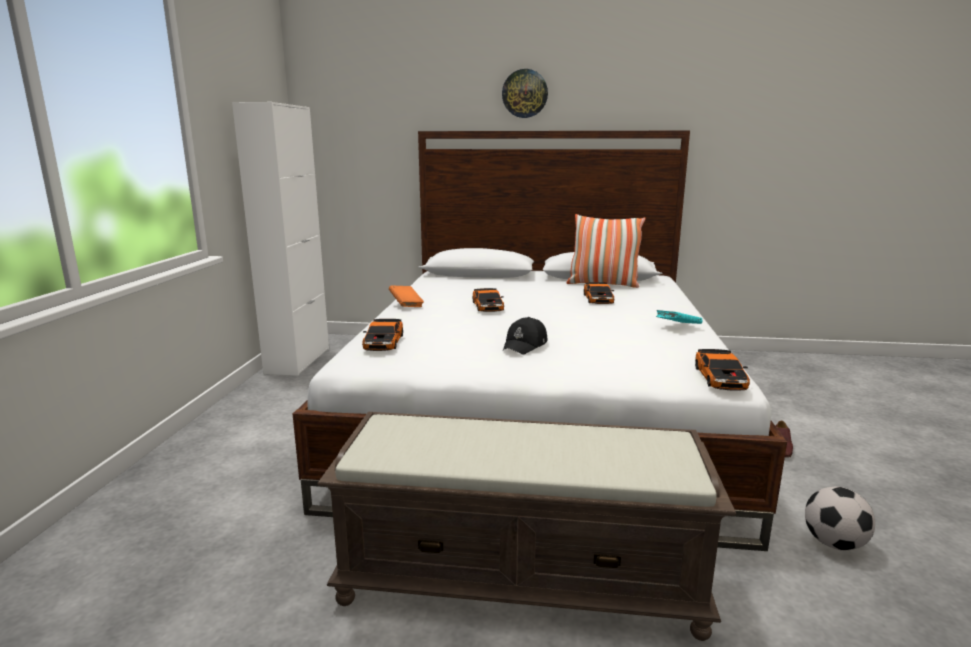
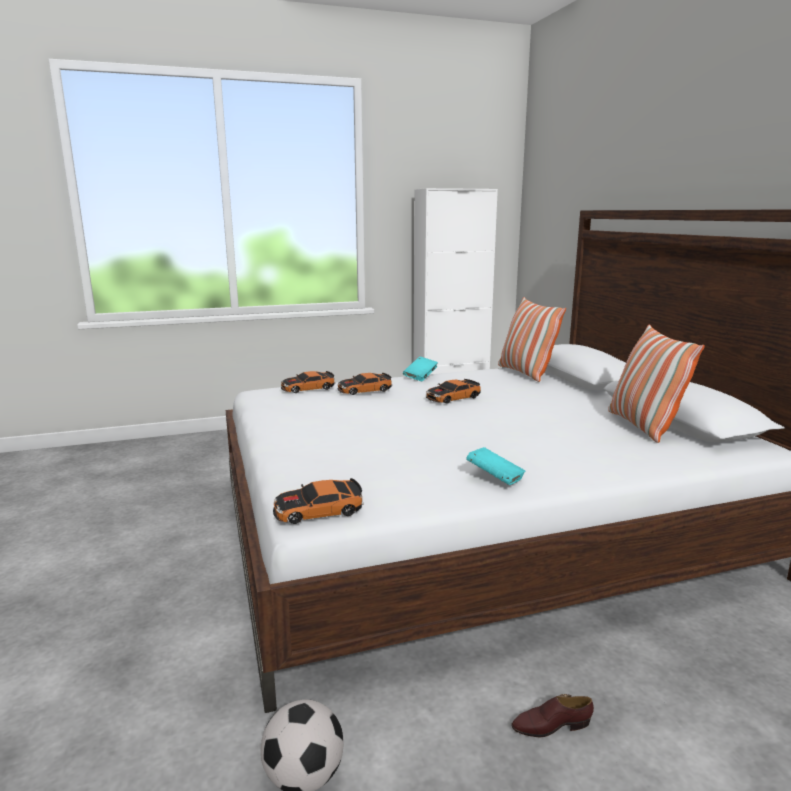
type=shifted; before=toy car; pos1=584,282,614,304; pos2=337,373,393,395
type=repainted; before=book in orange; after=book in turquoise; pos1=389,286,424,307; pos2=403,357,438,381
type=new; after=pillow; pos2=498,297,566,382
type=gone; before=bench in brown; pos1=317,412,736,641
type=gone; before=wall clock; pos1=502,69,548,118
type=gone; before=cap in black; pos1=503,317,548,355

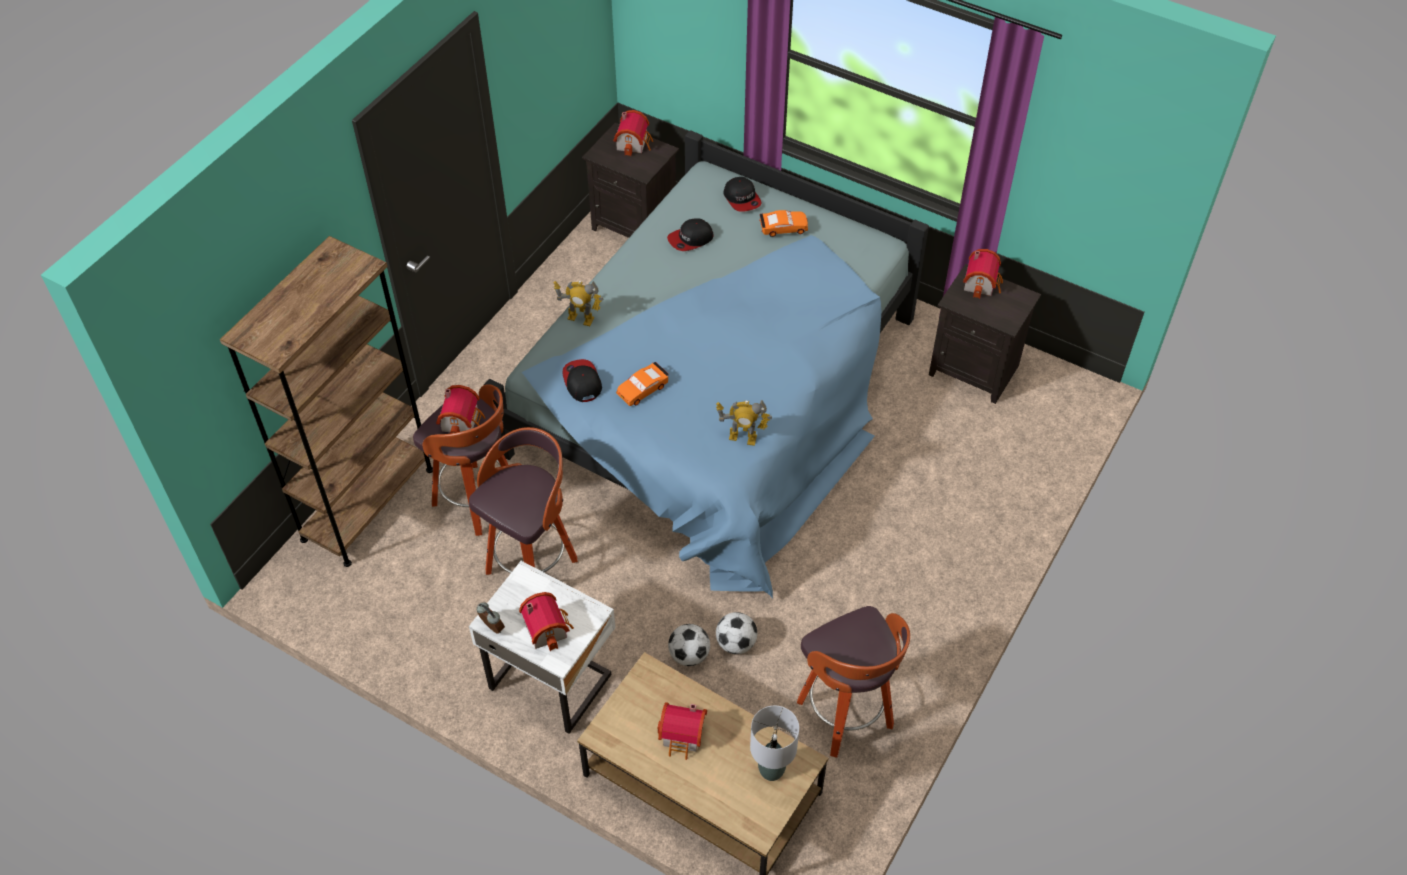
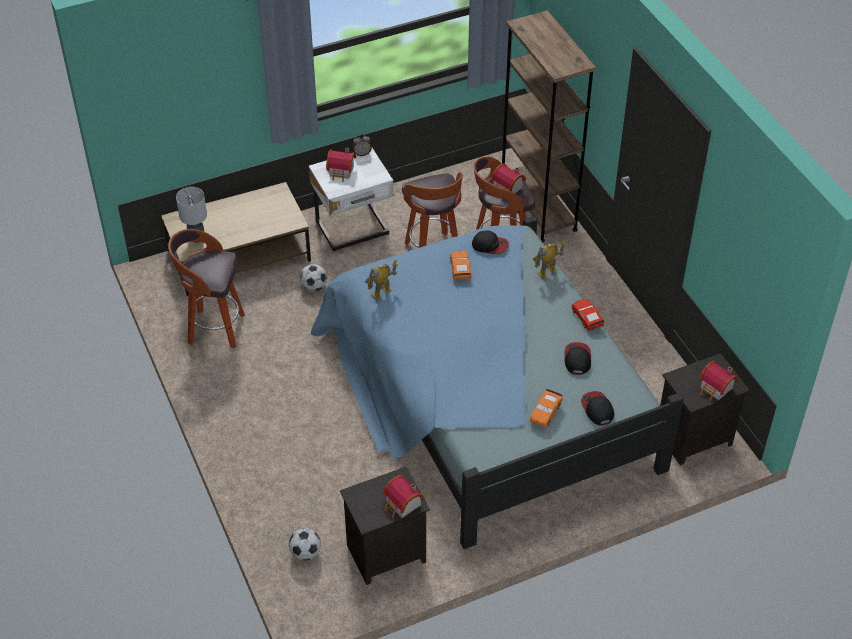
type=shifted; before=football; pos1=716,612,757,654; pos2=289,528,321,561
type=new; after=toy car in red; pos2=572,299,604,330
type=rotated; before=cap; pos1=723,177,762,212; pos2=581,391,614,425; turn=60
type=gone; before=toy house; pos1=658,702,707,760

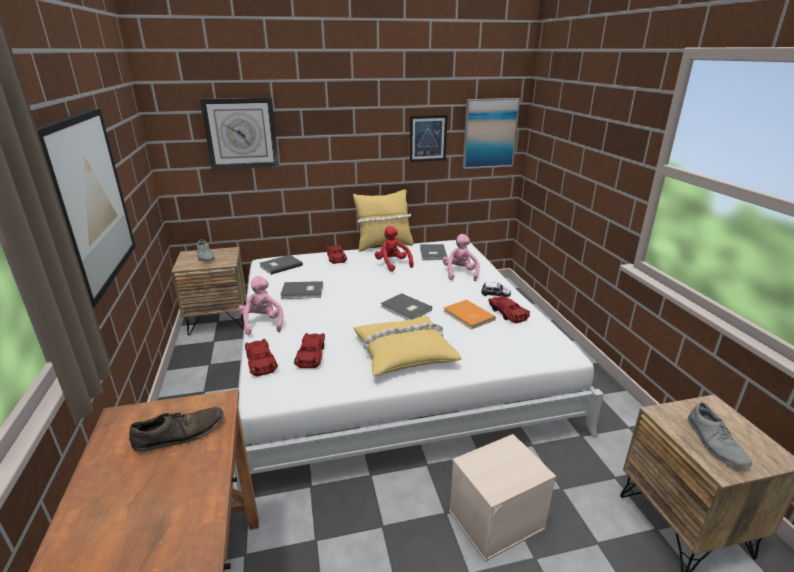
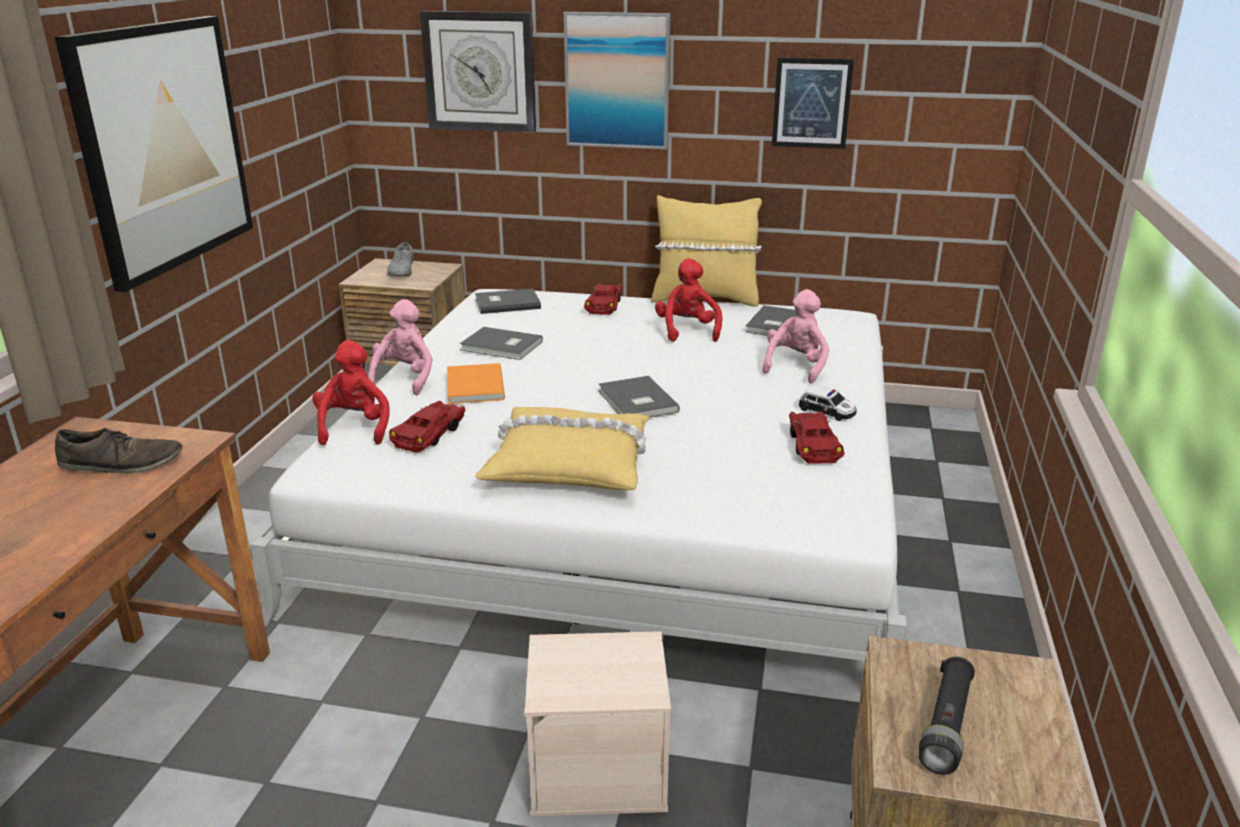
type=swapped; before=toy car in red; after=plush toy in red; pos1=245,339,278,377; pos2=312,340,389,445
type=shifted; before=book in orange; pos1=443,300,496,330; pos2=447,363,505,404
type=shifted; before=picture; pos1=463,98,520,169; pos2=564,12,671,149
type=swapped; before=shoe in grey; after=flashlight in black; pos1=688,402,752,467; pos2=919,657,975,775

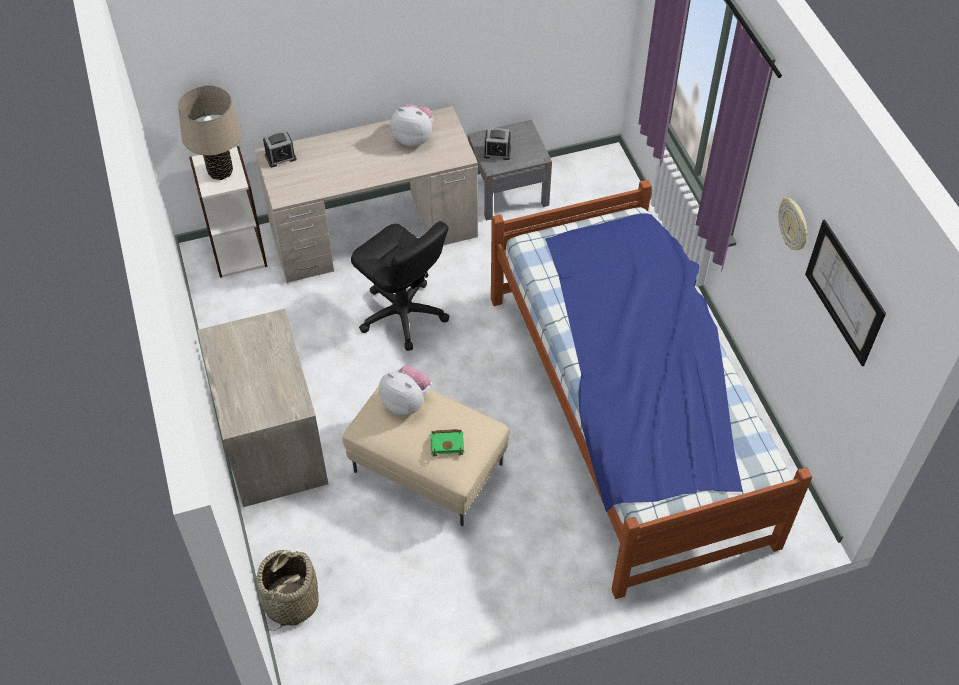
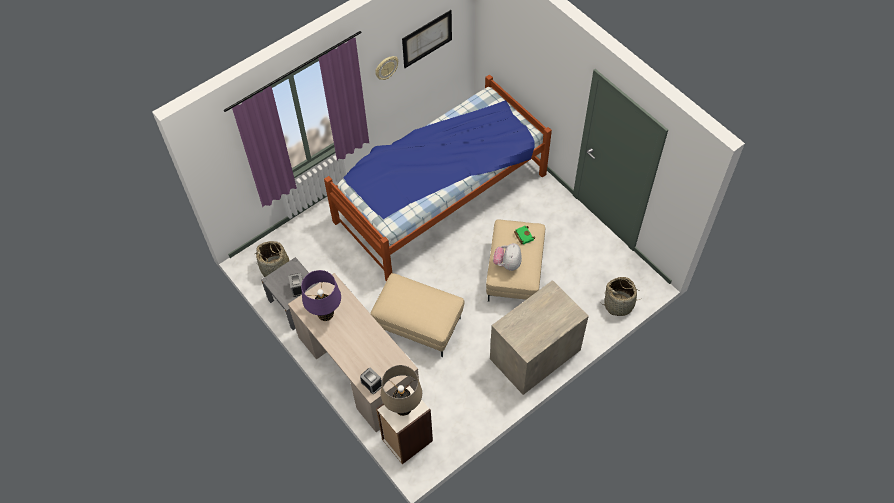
type=new; after=basket; pos2=255,241,291,277
type=swapped; before=plush toy; after=table lamp in purple; pos1=390,104,433,146; pos2=301,270,341,321
type=swapped; before=office chair in black; after=ottoman in beige; pos1=351,221,449,351; pos2=370,273,465,357

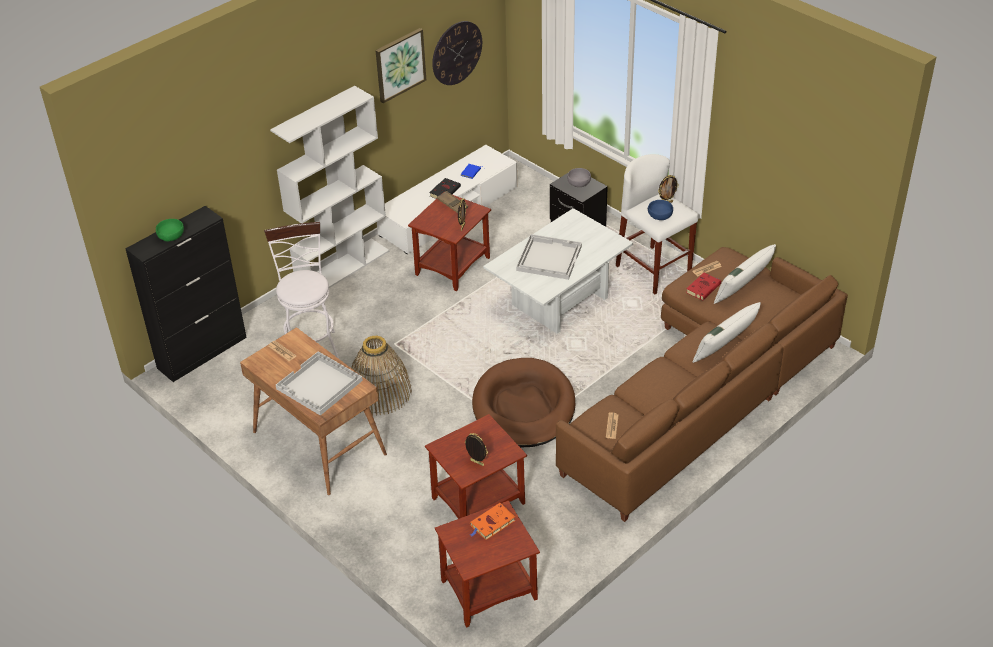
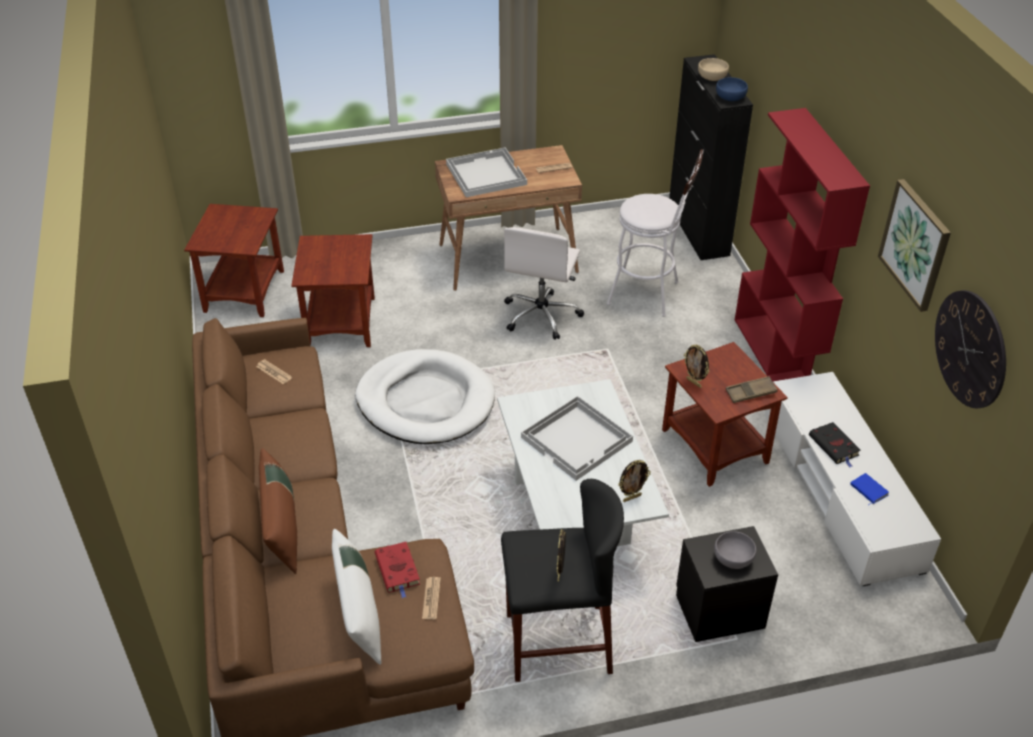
type=repainted; before=pillow in white; after=pillow in brown; pos1=692,302,761,363; pos2=259,448,297,574
type=repainted; before=dog bed in brown; after=dog bed in white; pos1=472,358,575,448; pos2=355,349,495,444
type=repainted; before=stool in white; after=stool in black; pos1=616,154,698,294; pos2=501,479,624,682
type=swapped; before=basket; after=office chair in white; pos1=351,336,412,415; pos2=504,227,584,340
type=shifted; before=picture frame; pos1=465,433,488,466; pos2=619,460,651,502
type=repainted; before=bowl in green; after=bowl in beige; pos1=156,219,184,242; pos2=698,58,729,81
type=shifted; before=bowl in blue; pos1=648,200,673,220; pos2=716,77,748,101
type=repainted; before=bookcase in white; after=bookcase in red; pos1=270,86,389,288; pos2=735,108,870,382
type=gone; before=book in orange; pos1=470,503,515,540

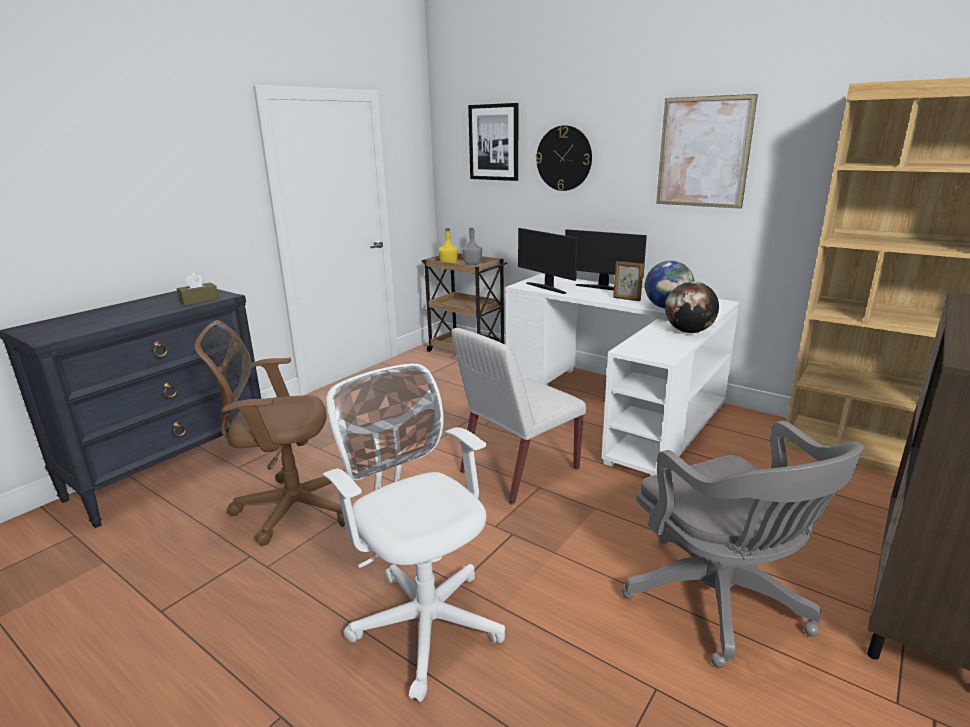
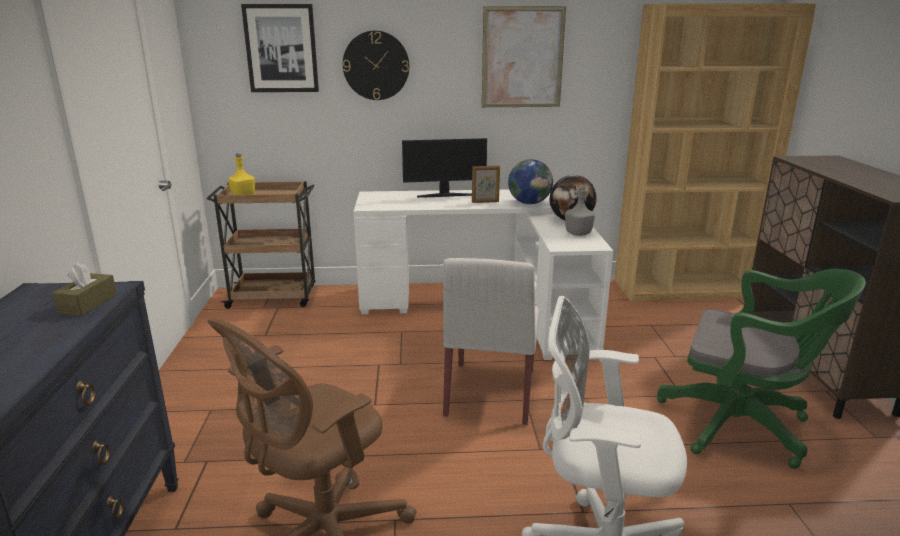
type=shifted; before=bottle in grey; pos1=462,228,482,265; pos2=565,185,595,236
type=repainted; before=office chair in grey; after=office chair in green; pos1=622,420,863,668; pos2=657,269,866,469
type=gone; before=monitor; pos1=518,228,578,294

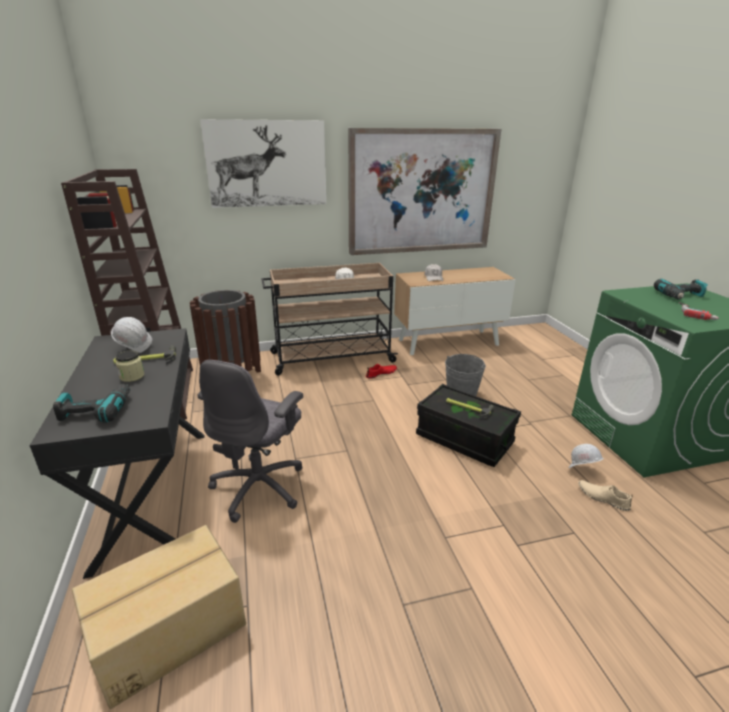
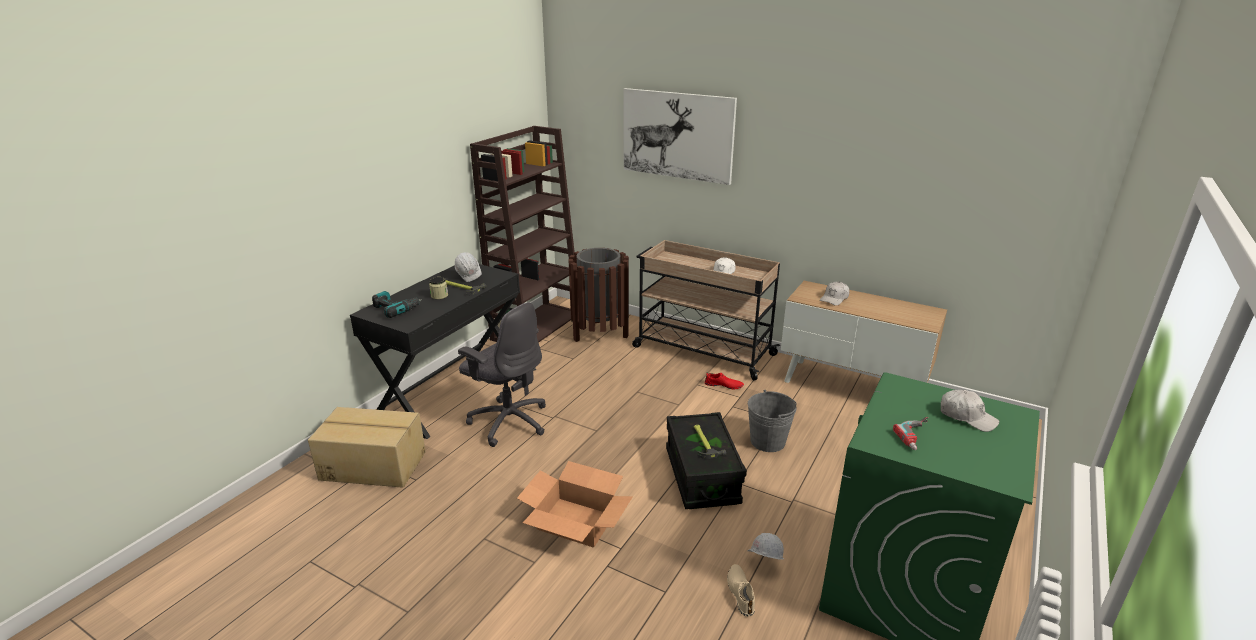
type=rotated; before=office chair in grey; pos1=197,360,303,523; pos2=458,302,546,447; turn=-120
type=new; after=cardboard box; pos2=517,461,633,548
type=swapped; before=power drill; after=cap in white; pos1=654,279,708,299; pos2=941,390,1000,432
type=gone; before=picture; pos1=348,128,501,255

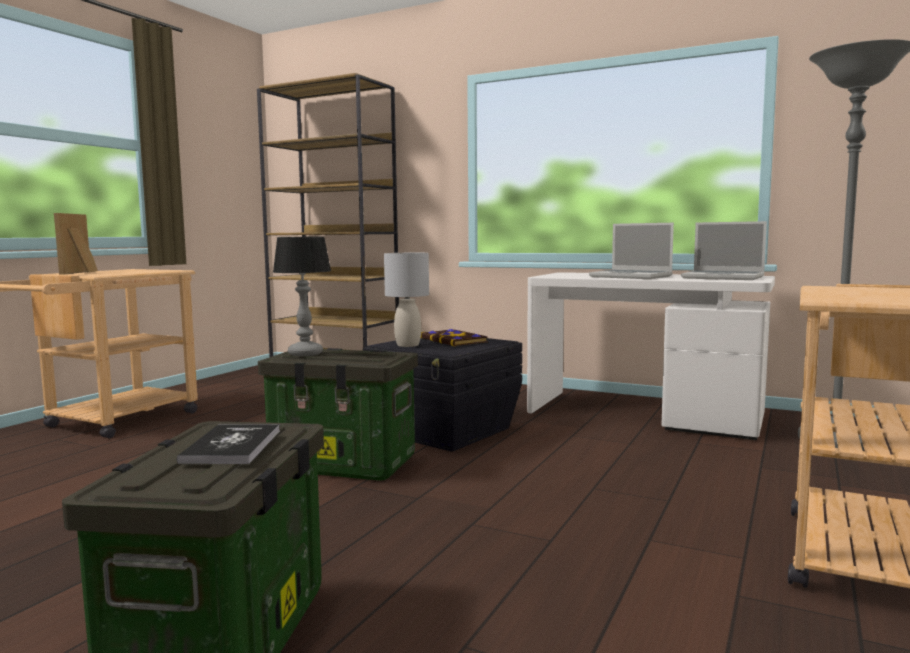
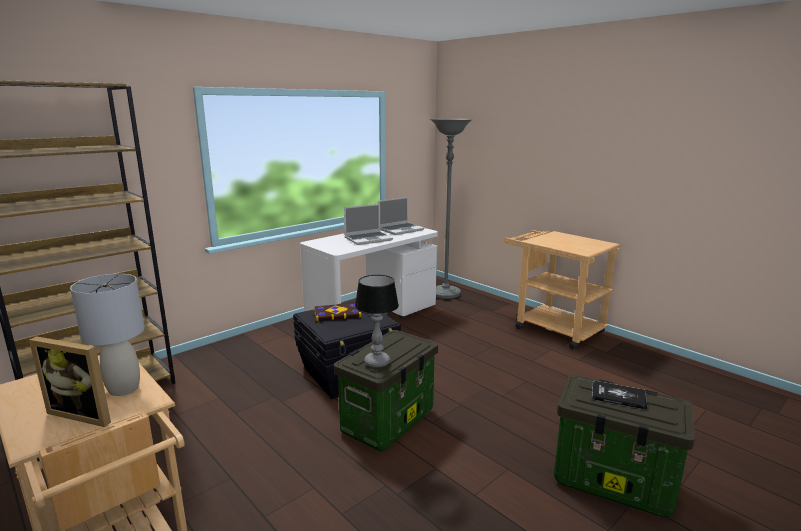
type=shifted; before=table lamp in grey; pos1=384,253,429,347; pos2=70,274,145,396

